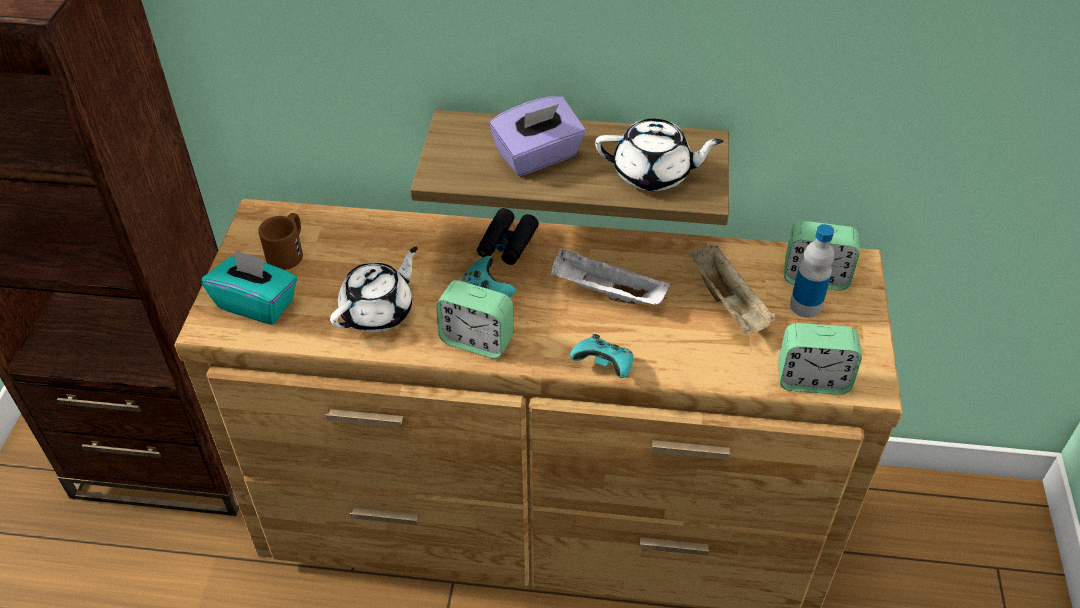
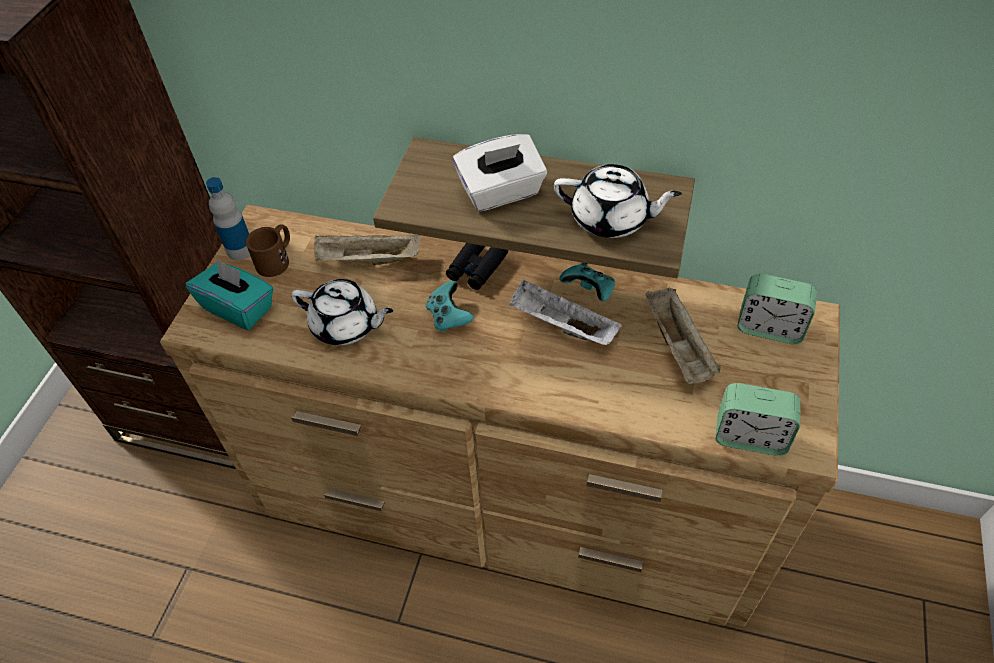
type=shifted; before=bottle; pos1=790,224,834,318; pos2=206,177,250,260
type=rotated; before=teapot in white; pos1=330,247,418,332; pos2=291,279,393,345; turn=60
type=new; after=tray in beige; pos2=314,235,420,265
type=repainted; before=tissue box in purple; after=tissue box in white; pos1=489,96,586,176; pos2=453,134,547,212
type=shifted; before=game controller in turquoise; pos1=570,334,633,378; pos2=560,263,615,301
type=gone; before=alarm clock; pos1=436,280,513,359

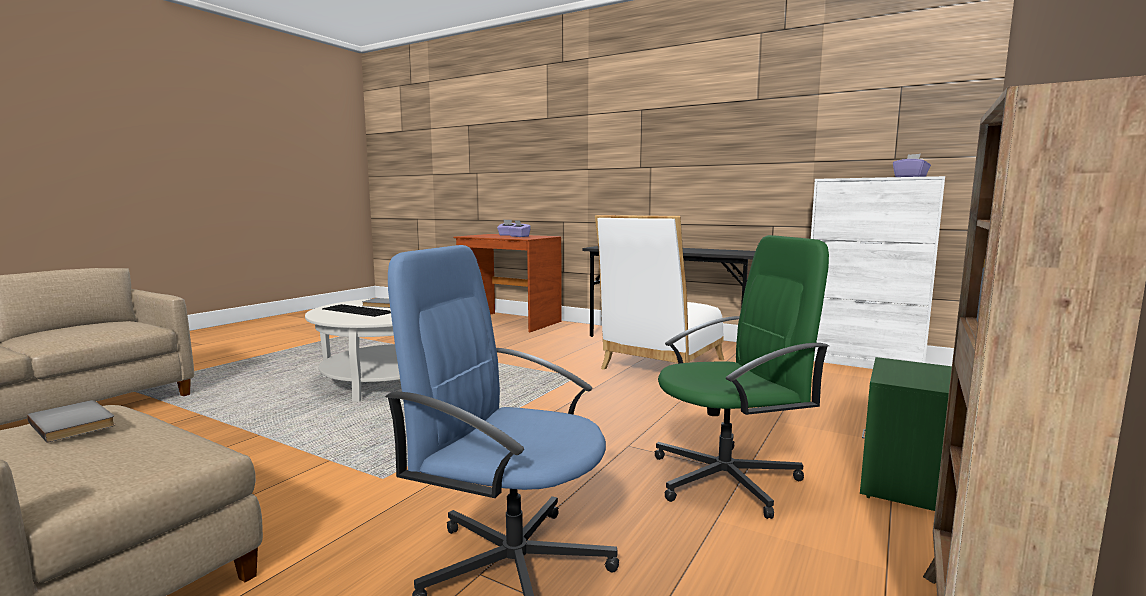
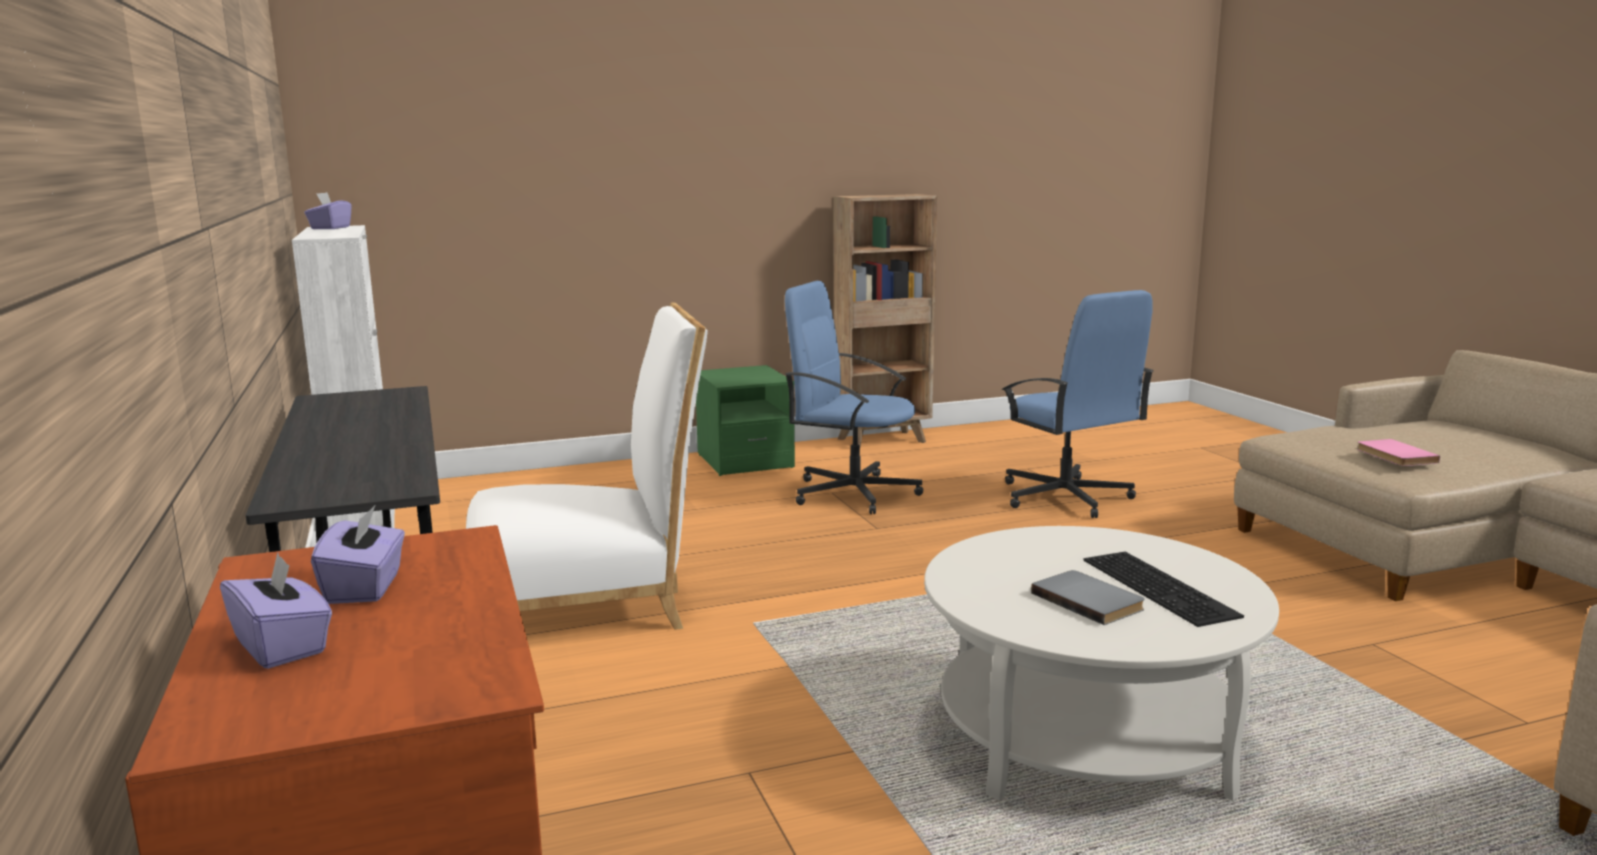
type=repainted; before=office chair in green; after=office chair in blue; pos1=655,235,829,519; pos2=785,281,923,514
type=repainted; before=book in grey; after=book in pink; pos1=27,400,116,443; pos2=1357,439,1440,466

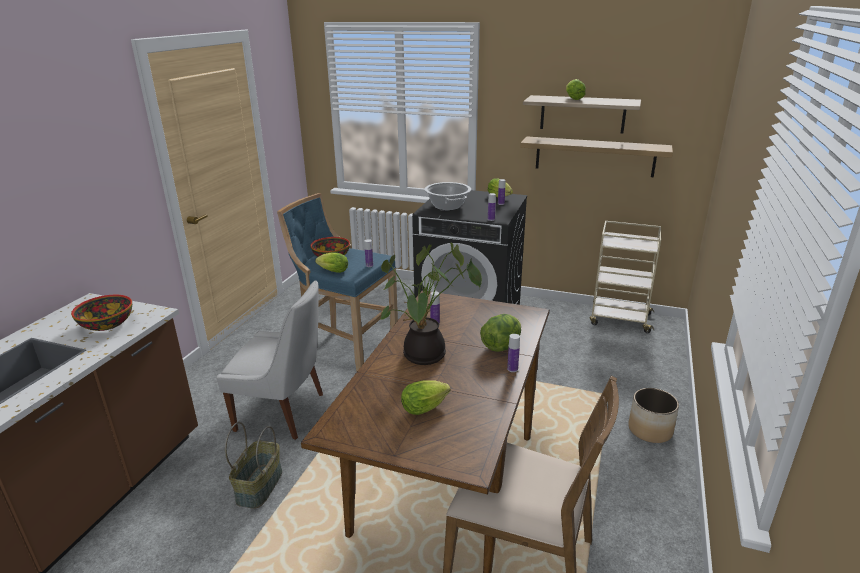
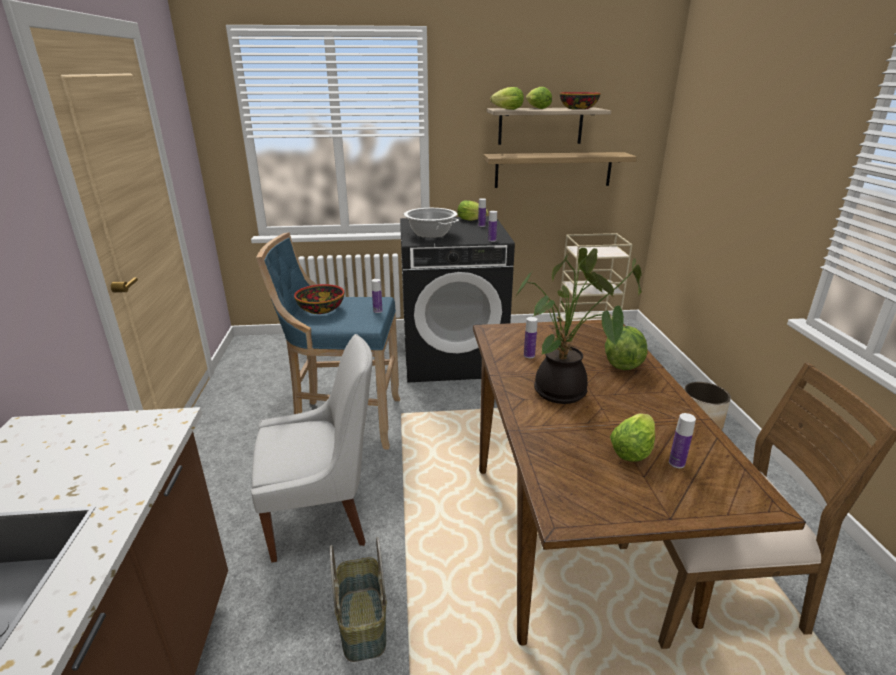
type=shifted; before=lettuce; pos1=315,252,348,273; pos2=490,87,524,110
type=shifted; before=bowl; pos1=71,295,132,331; pos2=560,92,601,110
type=shifted; before=bottle; pos1=507,334,520,372; pos2=669,413,696,468

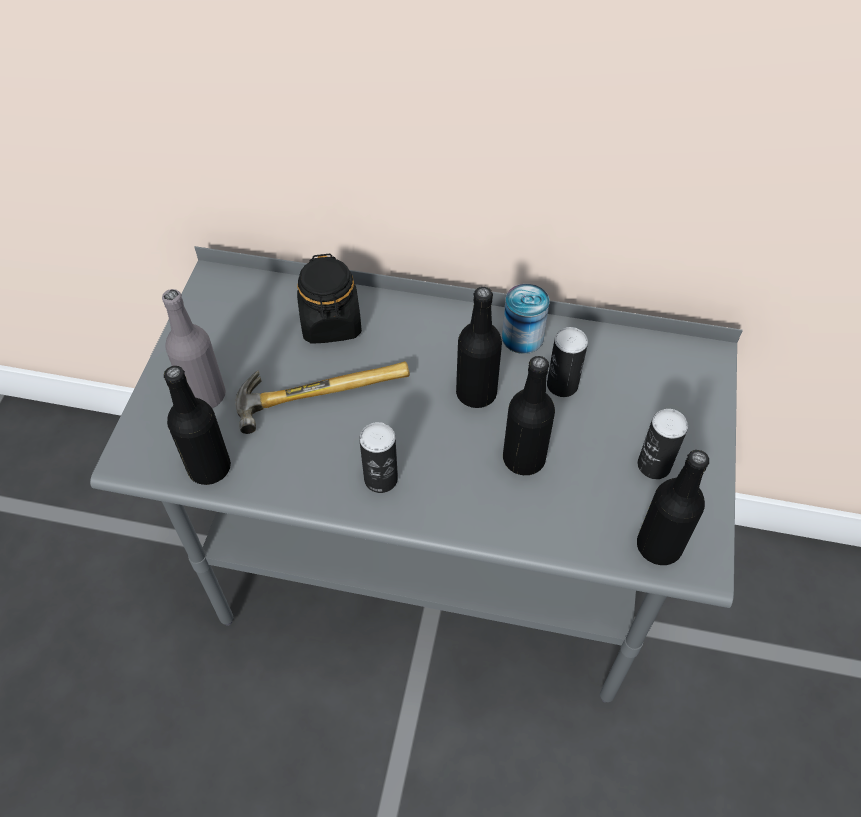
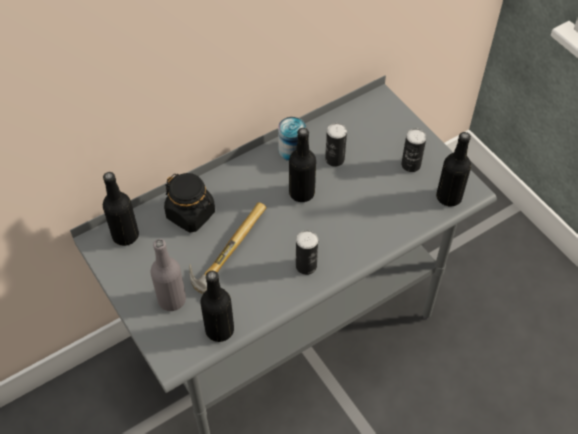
type=shifted; before=bottle in black; pos1=503,356,555,475; pos2=103,172,139,246

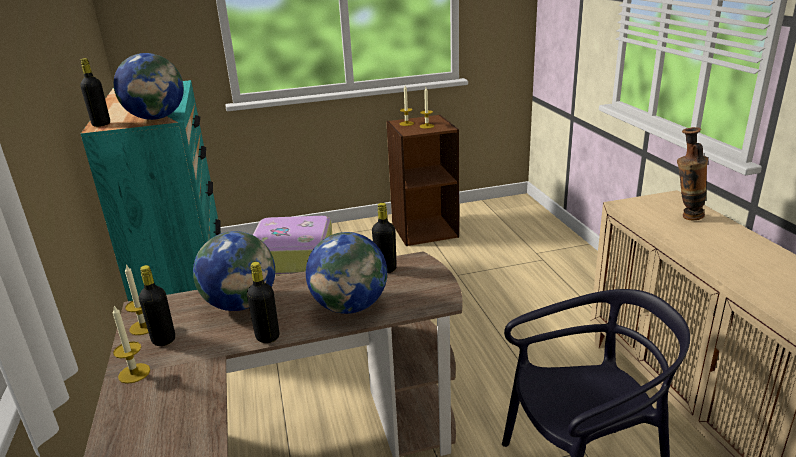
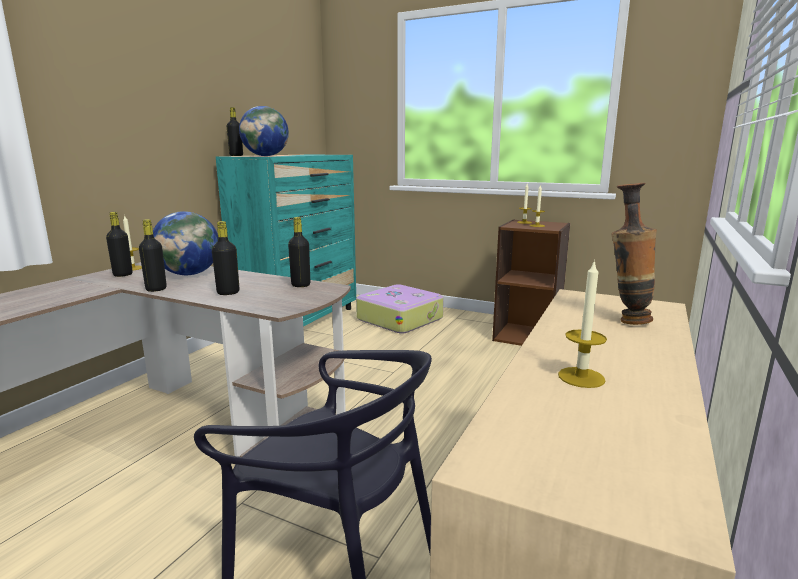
type=swapped; before=globe; after=bottle in black; pos1=306,232,387,314; pos2=212,221,239,295
type=shifted; before=candle; pos1=112,306,150,384; pos2=558,260,607,388

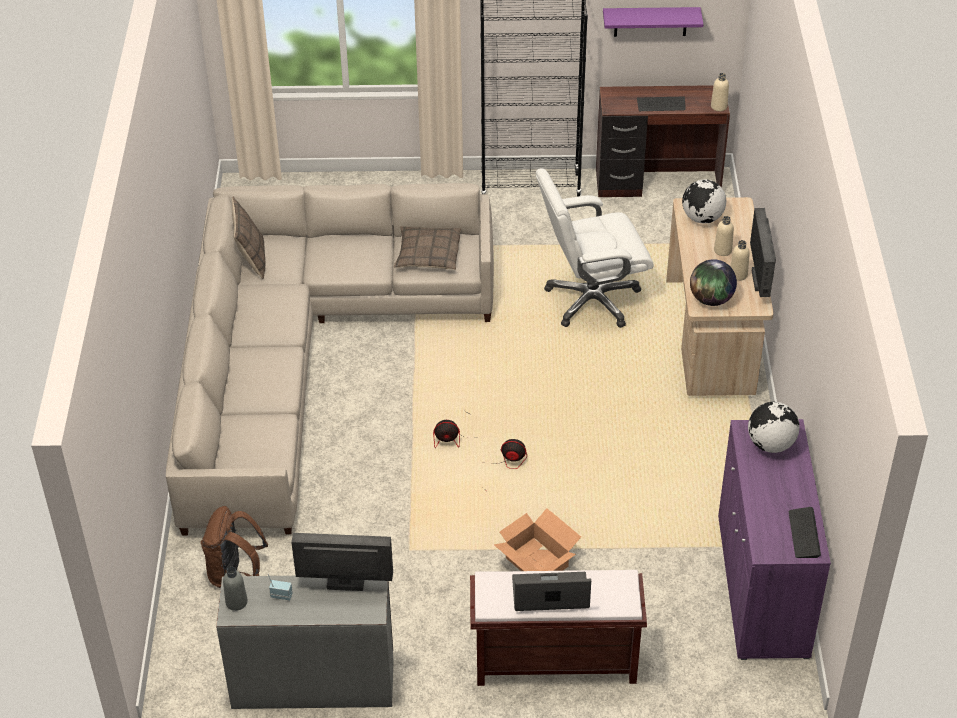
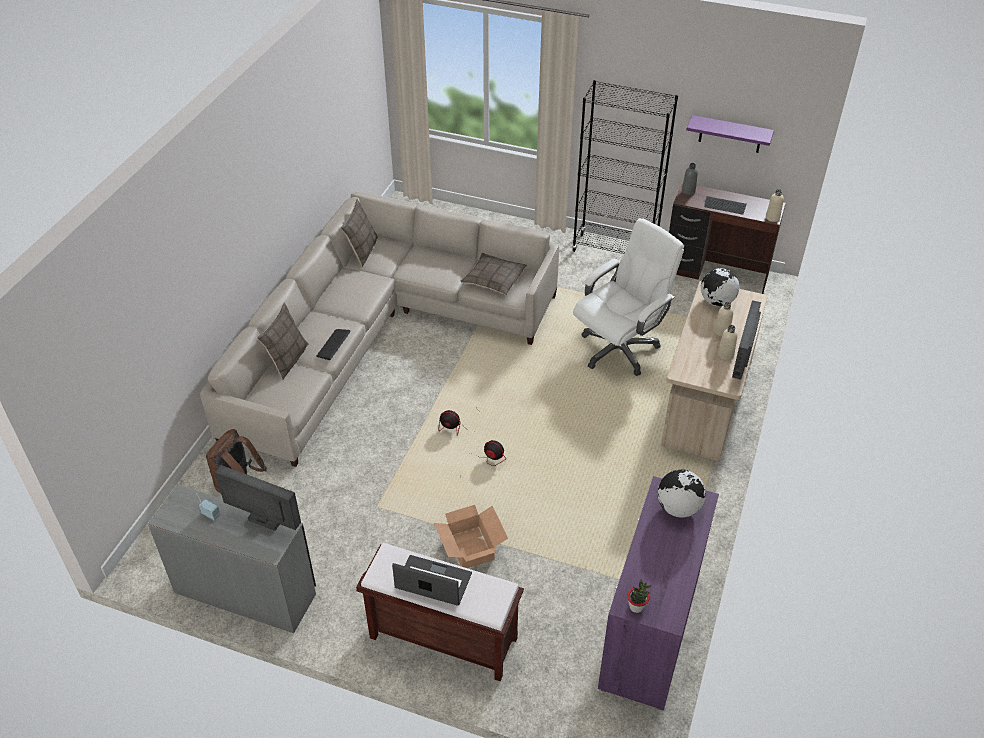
type=new; after=pillow; pos2=257,302,309,380
type=shifted; before=keyboard; pos1=789,507,821,558; pos2=316,329,351,360
type=rotated; before=office chair in white; pos1=536,168,654,328; pos2=573,218,684,376; turn=135
type=new; after=potted plant; pos2=627,579,652,613
type=shifted; before=bottle in grey; pos1=223,567,248,611; pos2=682,163,698,195
type=gone; before=globe; pos1=690,259,737,306

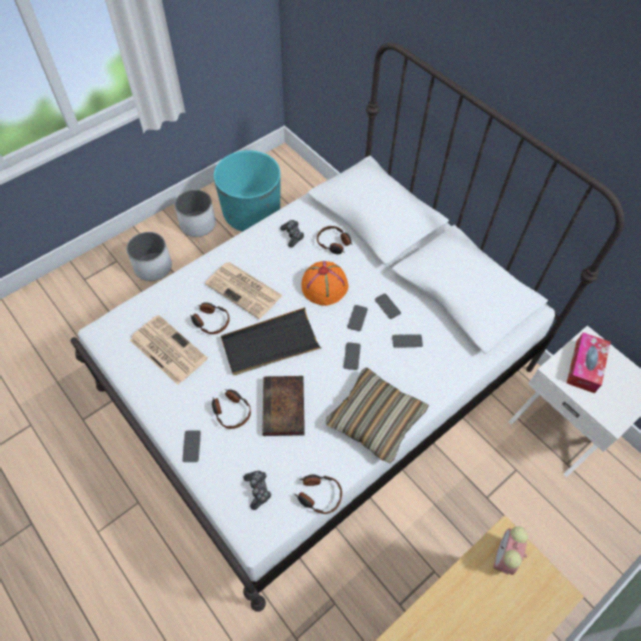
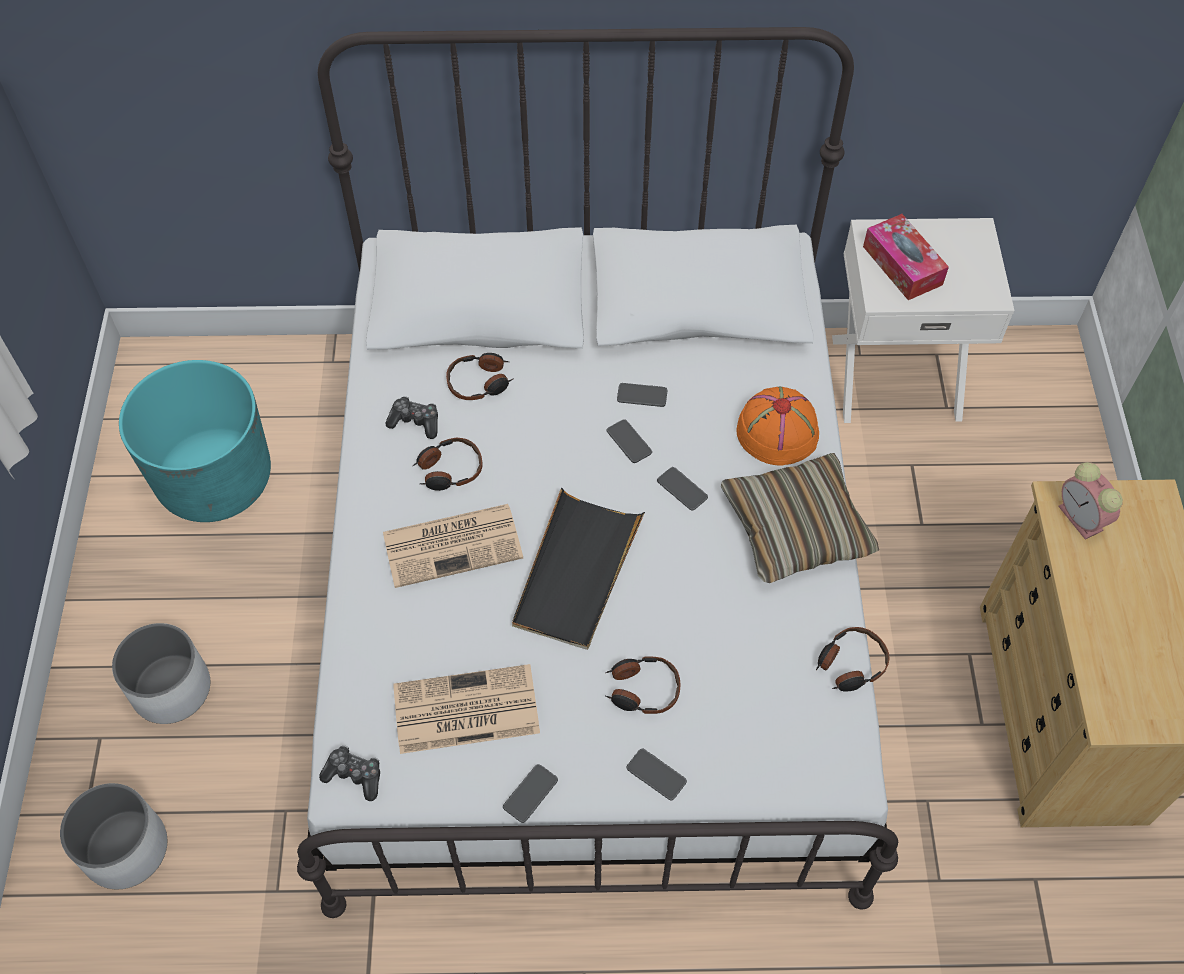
type=shifted; before=planter in white; pos1=175,190,216,237; pos2=60,783,167,889
type=shifted; before=game controller; pos1=244,471,271,510; pos2=319,745,380,801
type=shifted; before=headphones; pos1=190,302,230,334; pos2=412,438,483,491
type=shifted; before=phone; pos1=392,334,423,348; pos2=503,764,558,823
type=shifted; before=hat in orange; pos1=301,261,349,306; pos2=736,387,819,465
type=gone; before=book; pos1=262,376,305,436

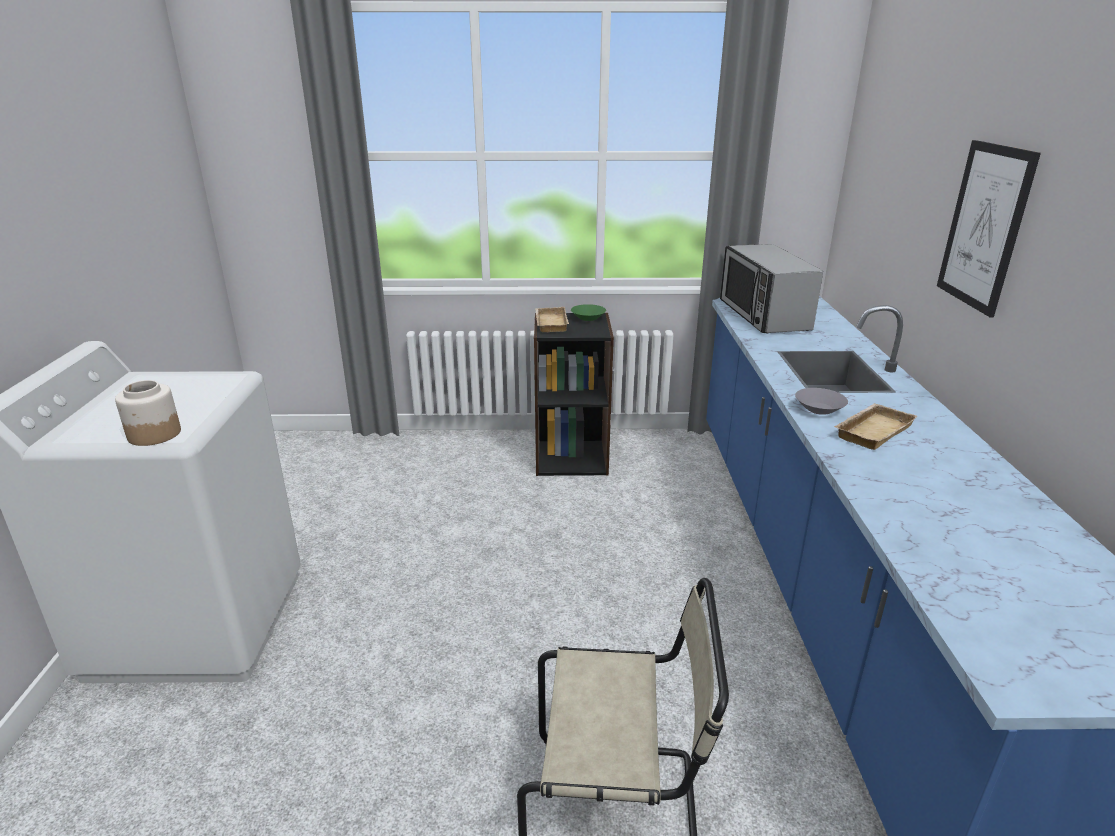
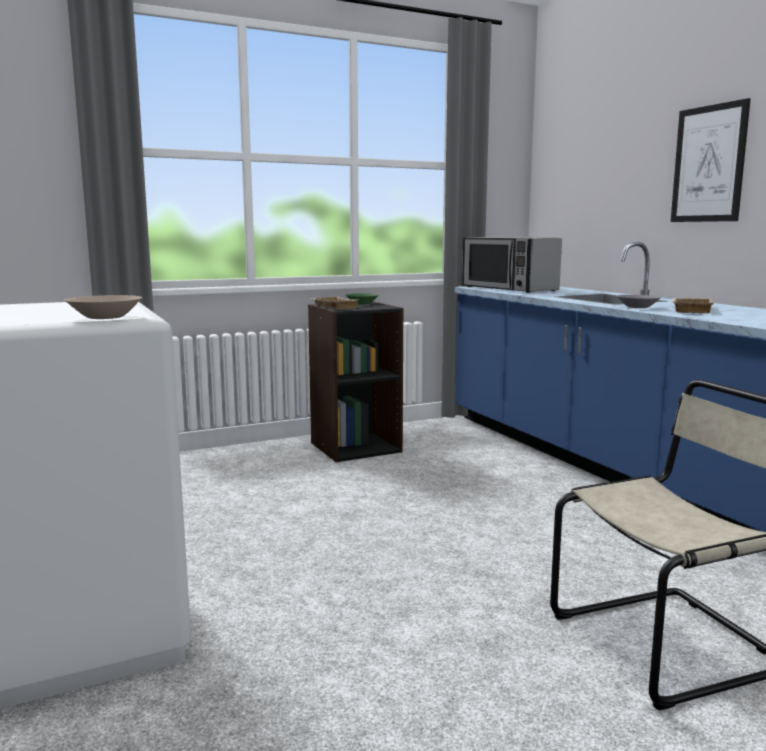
type=swapped; before=jar; after=bowl in beige; pos1=115,380,181,446; pos2=65,295,142,319

